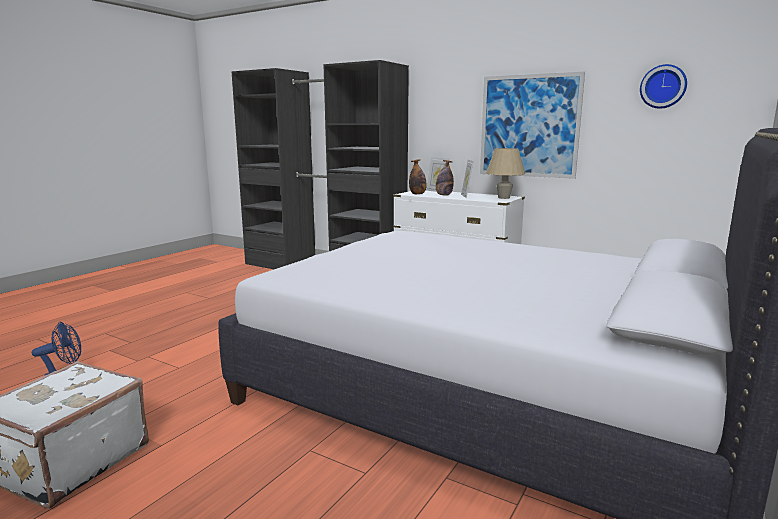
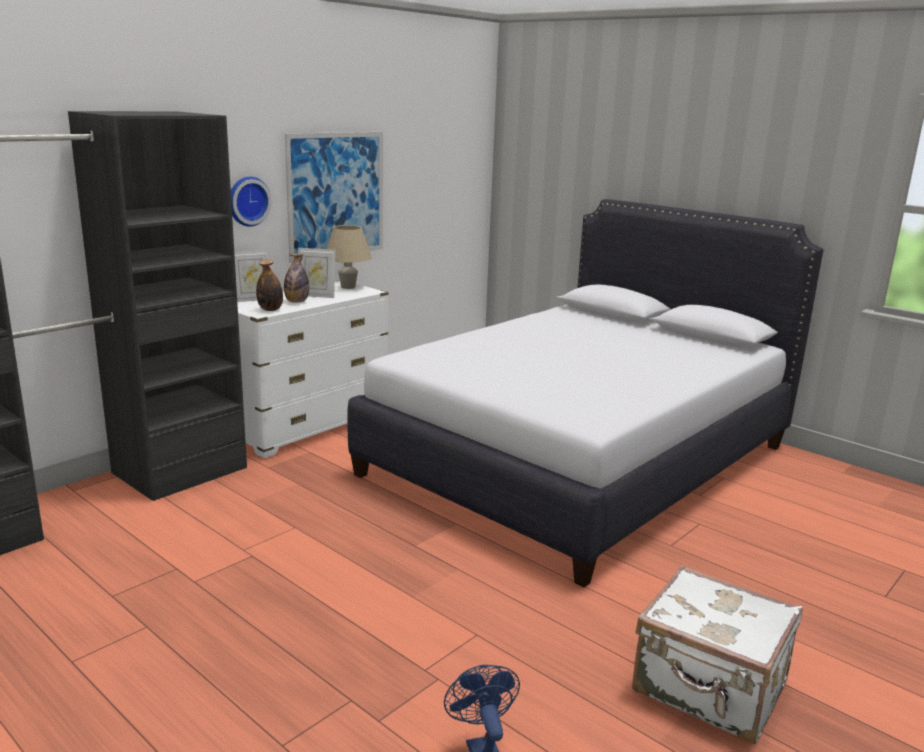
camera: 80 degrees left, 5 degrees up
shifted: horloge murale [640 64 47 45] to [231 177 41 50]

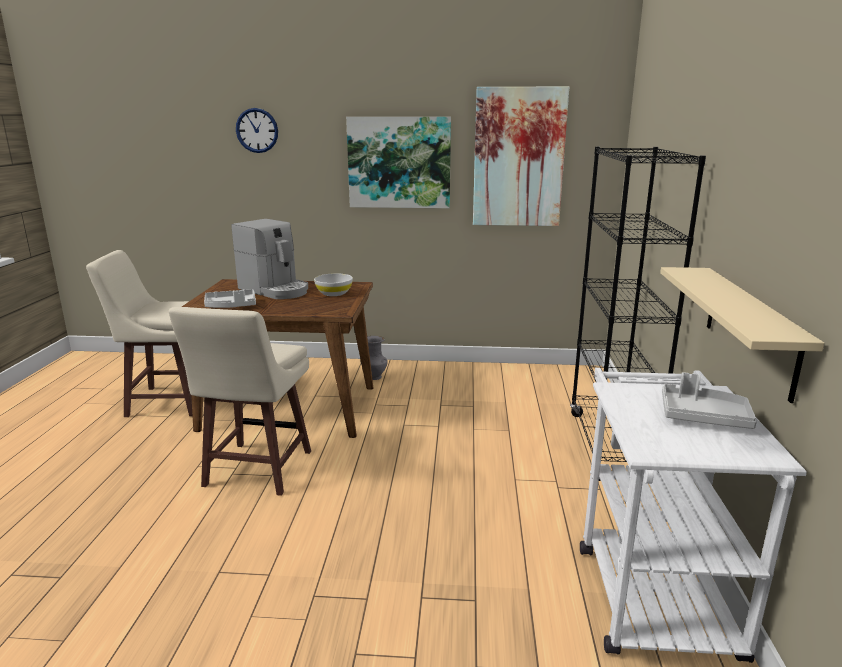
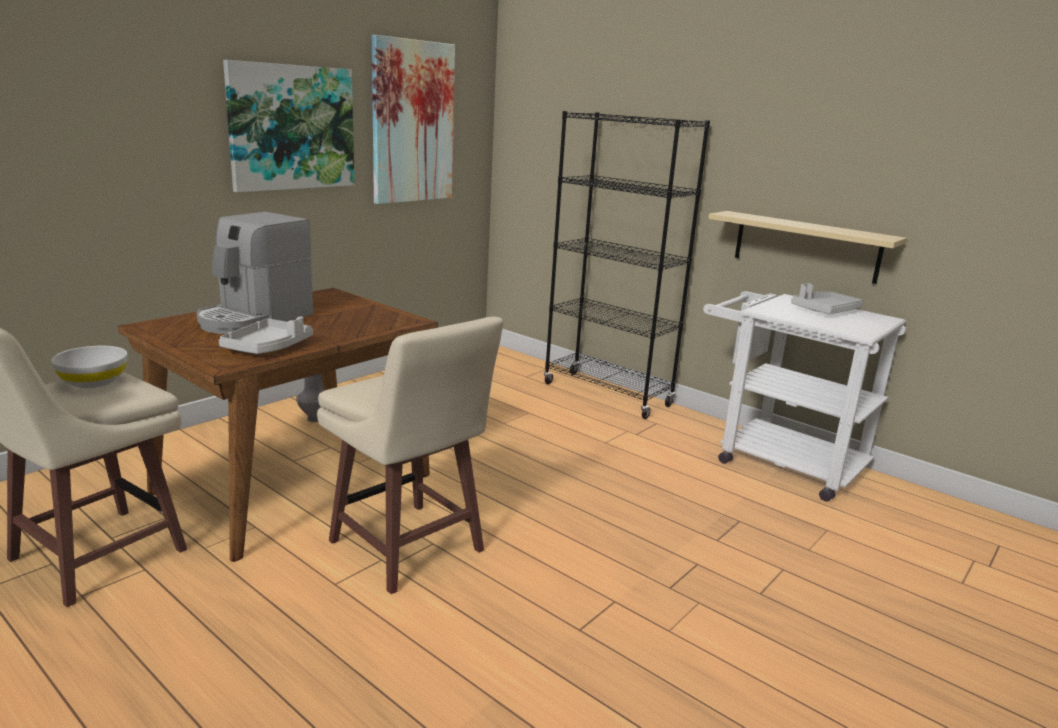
camera: 55 degrees left, 0 degrees up
gone: horloge murale [236 108 42 45]
shifted: bol [blanc] [314 273 39 23] to [51 346 77 42]
rotated: machine à café [231 219 77 80] = [197 212 116 122] 135 degrees clockwise

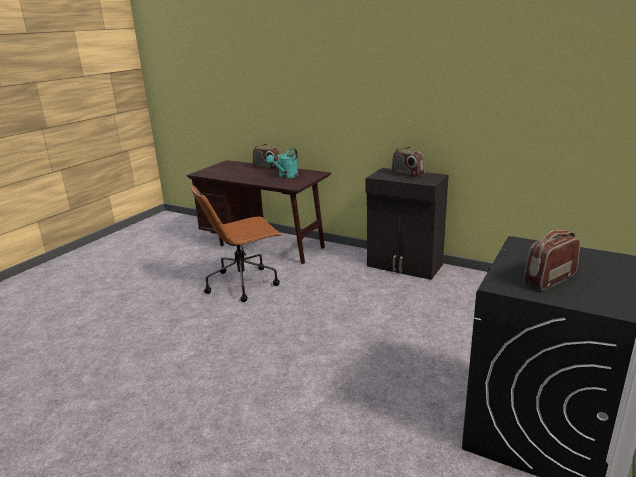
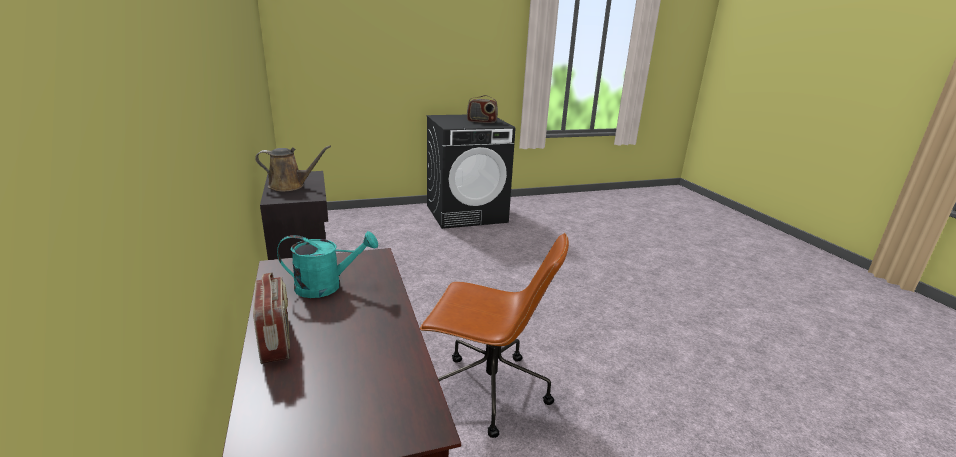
camera: 140 degrees left, 0 degrees up
swapped: radio [392 147 33 31] to arrosoir [marron] [255 145 76 46]

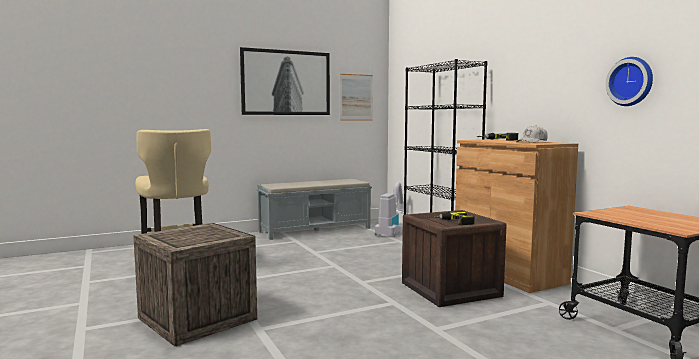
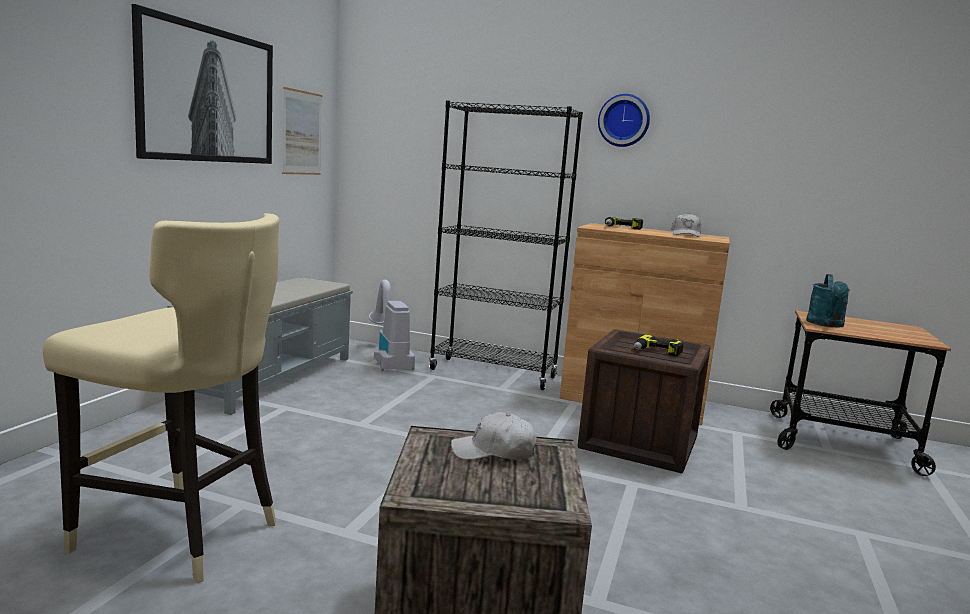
camera: 45 degrees left, 5 degrees up
new: casquette [blanc] [451 412 86 48]; arrosoir [turquoise] [806 274 44 54]
shifted: horloge murale [605 57 48 49] to [598 94 52 53]

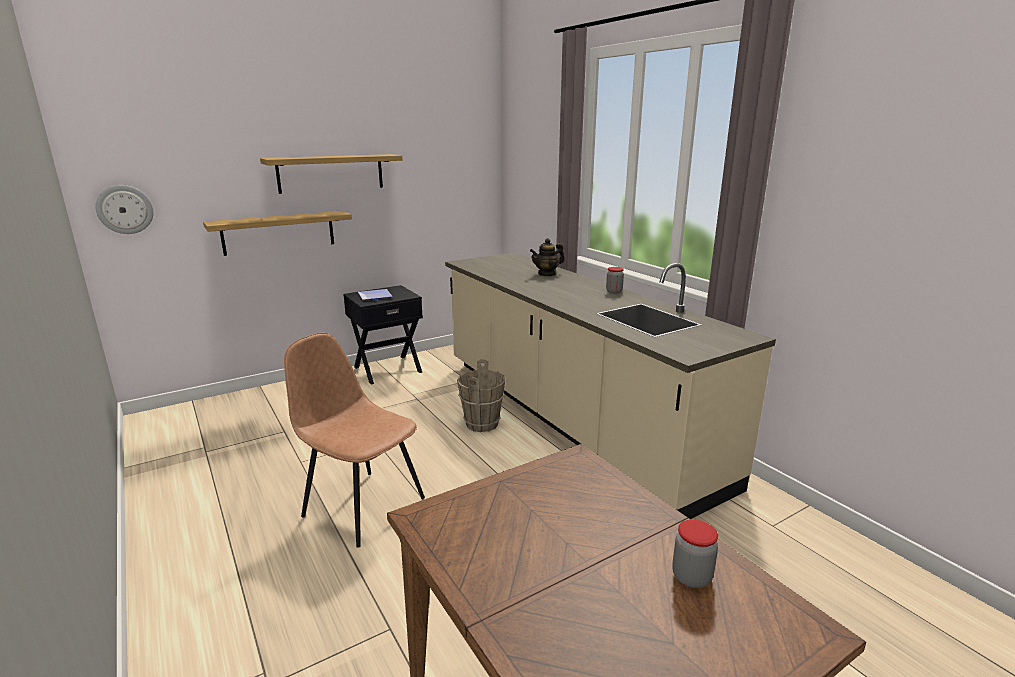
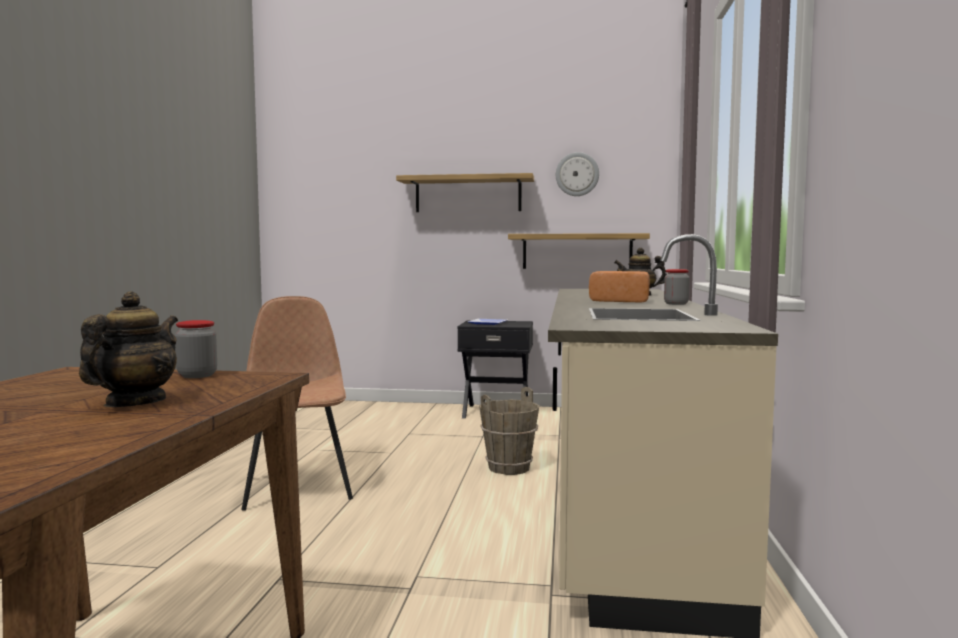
camera: 40 degrees right, 15 degrees down
new: théière [79 291 99 116]; pain [589 271 61 31]
shifted: horloge murale [96 185 58 49] to [556 152 43 44]; étagère [203 211 149 45] to [508 233 142 36]; bocal [672 520 46 68] to [175 320 42 58]

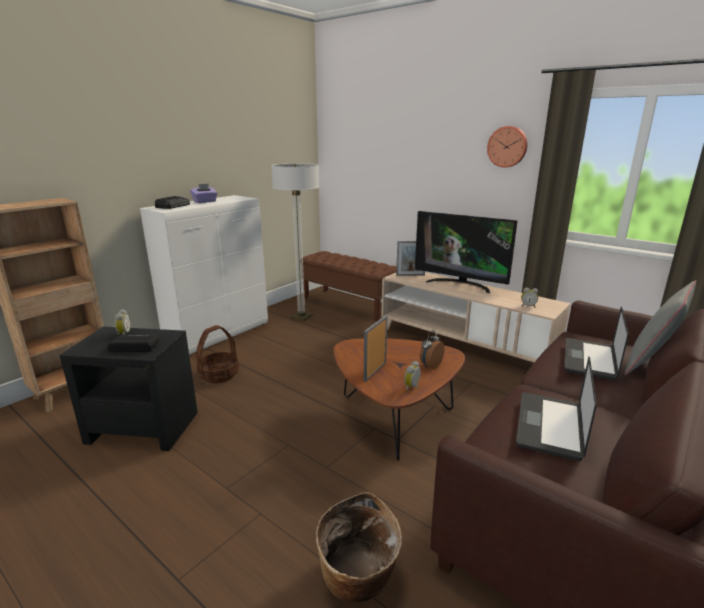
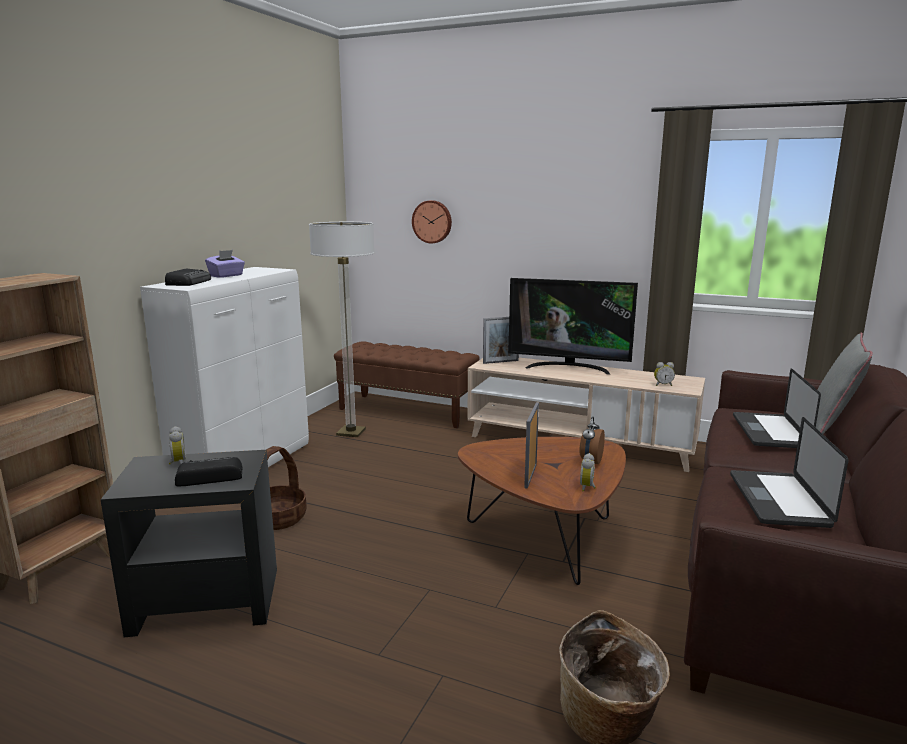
camera: 15 degrees left, 5 degrees down
shifted: horloge murale [487 126 40 42] to [412 200 40 44]

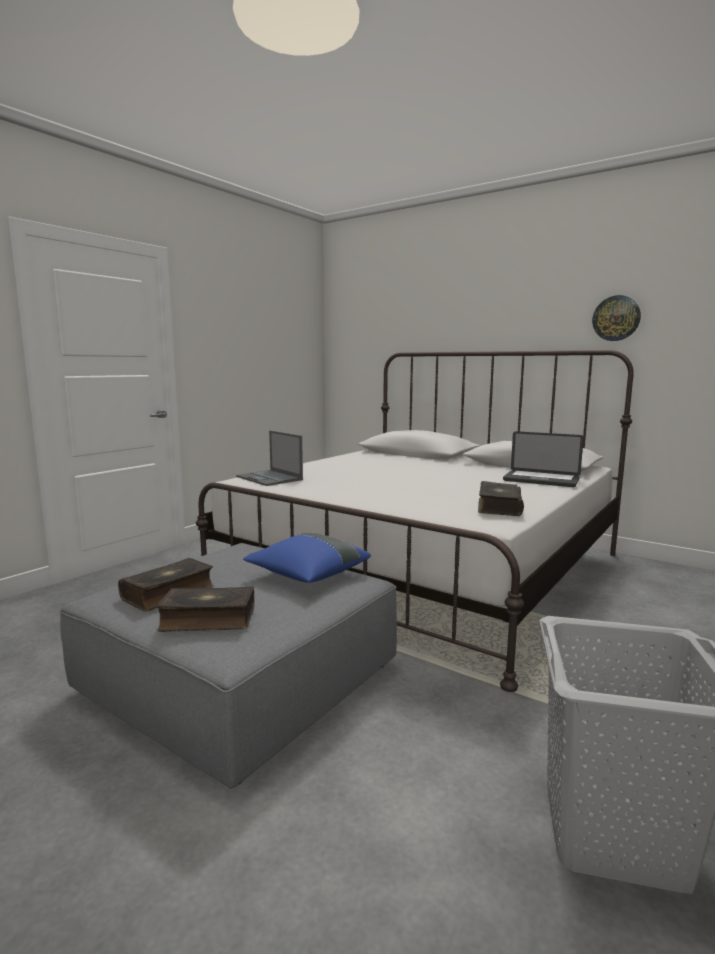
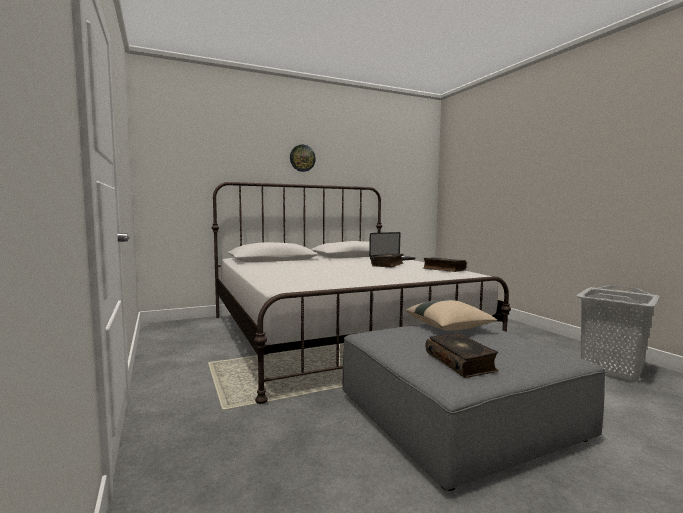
camera: 60 degrees left, 5 degrees down
gone: ordinateur portable [236 431 67 55]
shifted: livre [156 587 98 45] to [371 253 32 14]; horloge murale [592 295 49 46] to [290 145 26 27]
repainted: coussin [bleu] [243 533 128 50] to coussin [beige] [406 299 91 32]

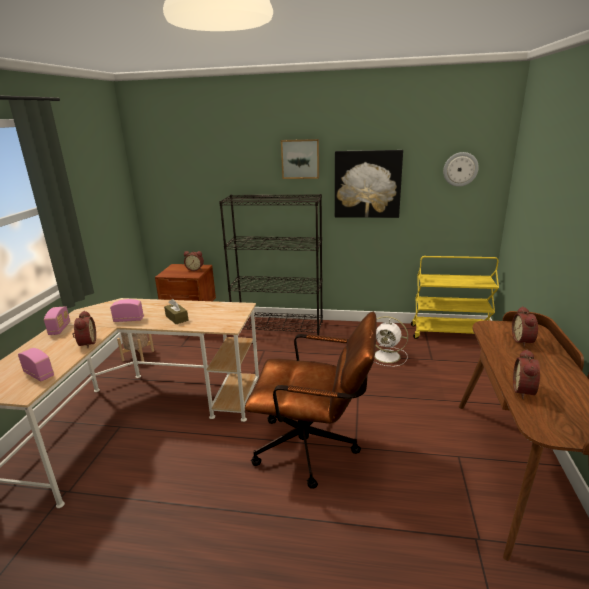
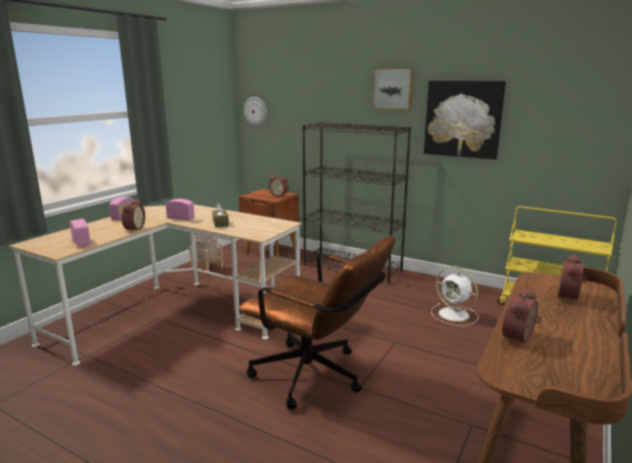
camera: 20 degrees right, 5 degrees down
shifted: horloge murale [443 152 36 35] to [244 97 23 30]

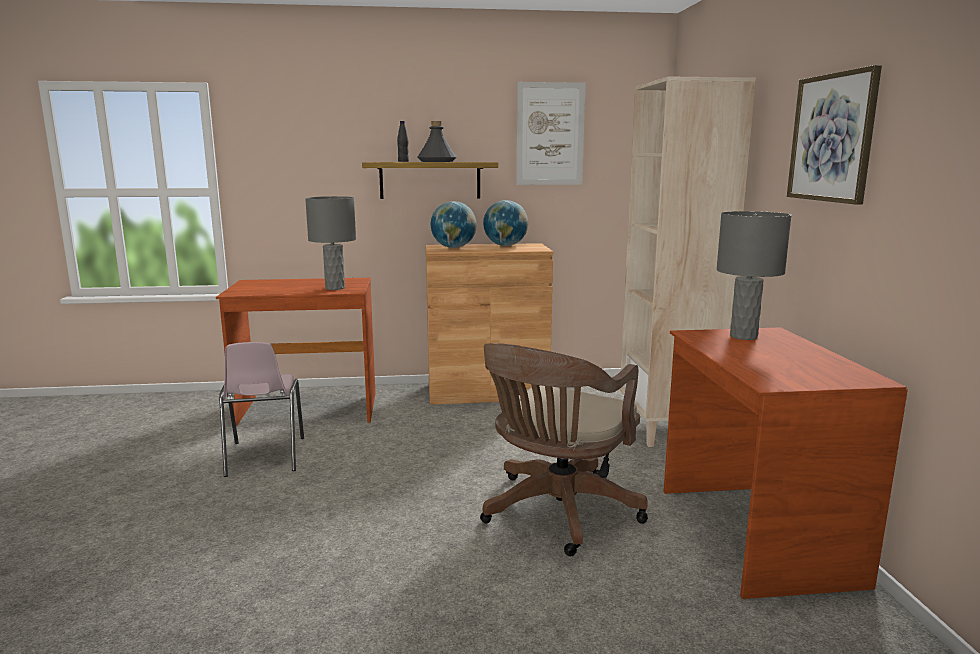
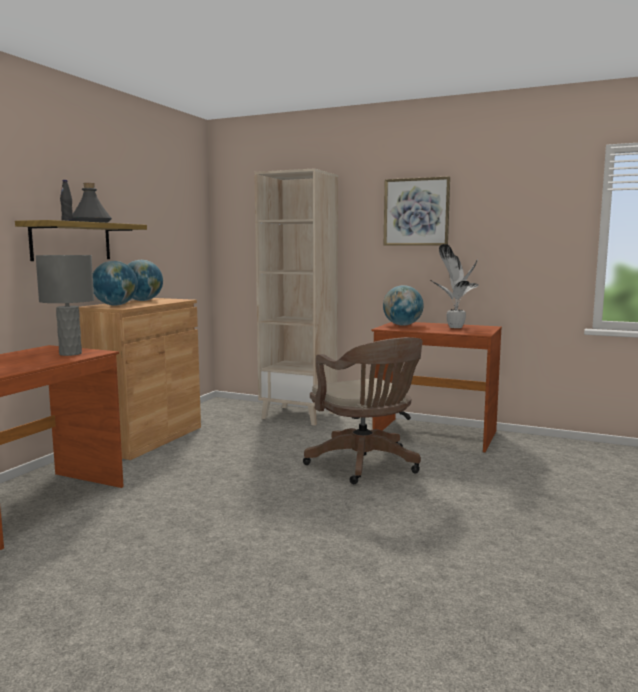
camera: 60 degrees left, 5 degrees down
gone: chaise [rose] [219 342 85 135]; tableau [516 82 70 103]
new: plante en pot [431 244 48 84]
swapped: lampe de table [gris] [716 211 76 129] to globe [383 285 41 41]

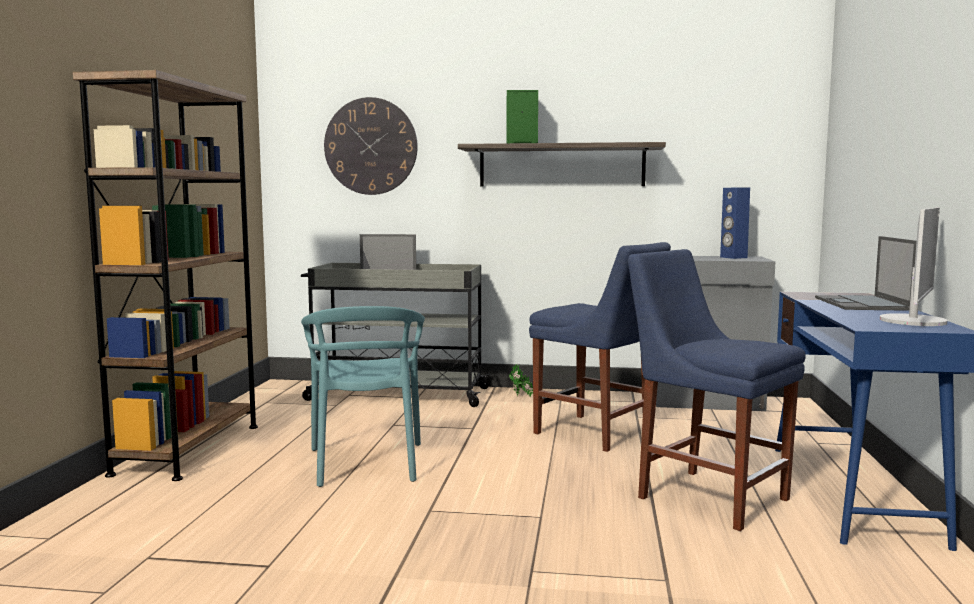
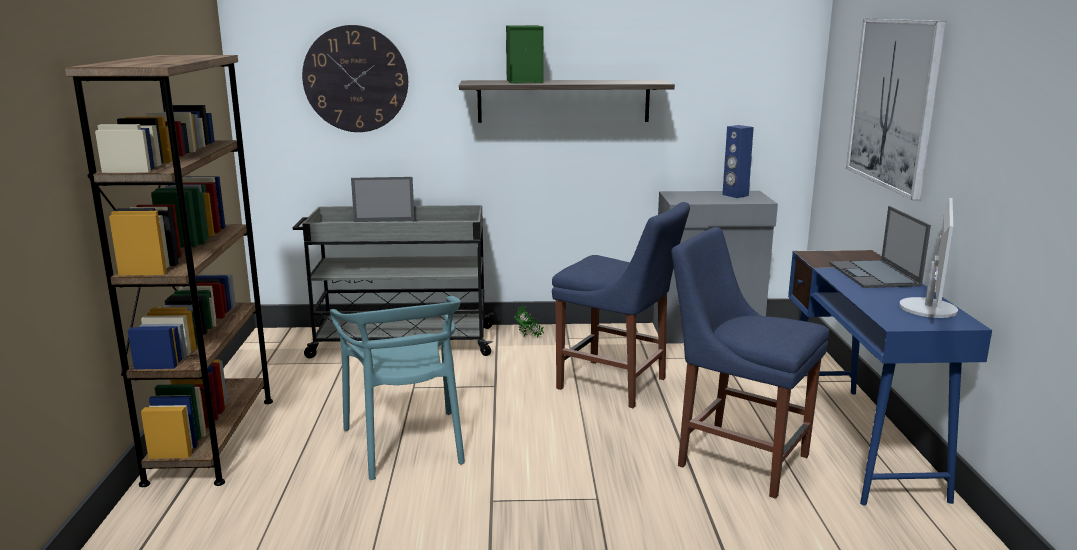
camera: 10 degrees left, 10 degrees up
new: tableau [846 19 100 181]

